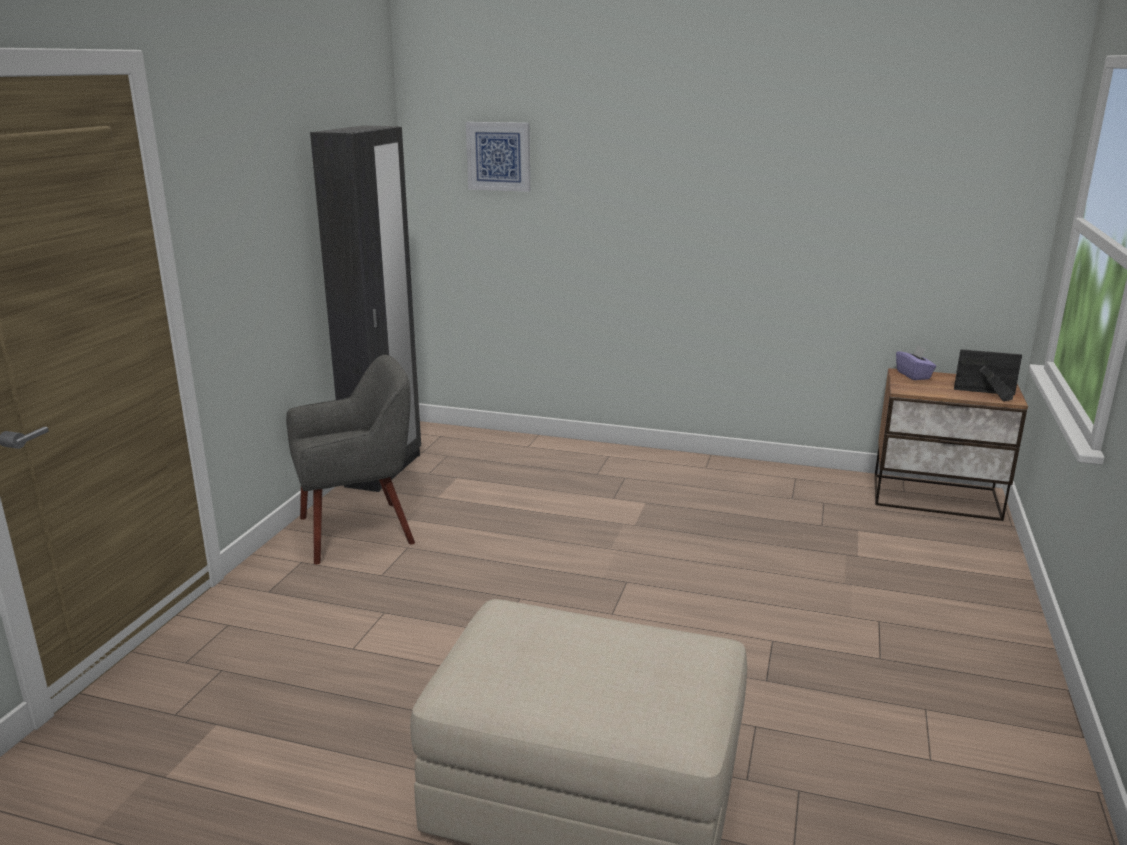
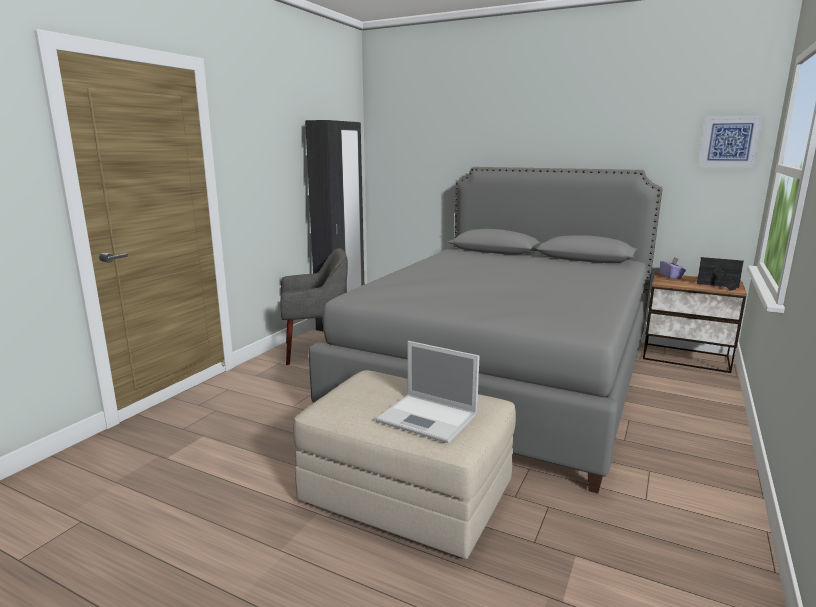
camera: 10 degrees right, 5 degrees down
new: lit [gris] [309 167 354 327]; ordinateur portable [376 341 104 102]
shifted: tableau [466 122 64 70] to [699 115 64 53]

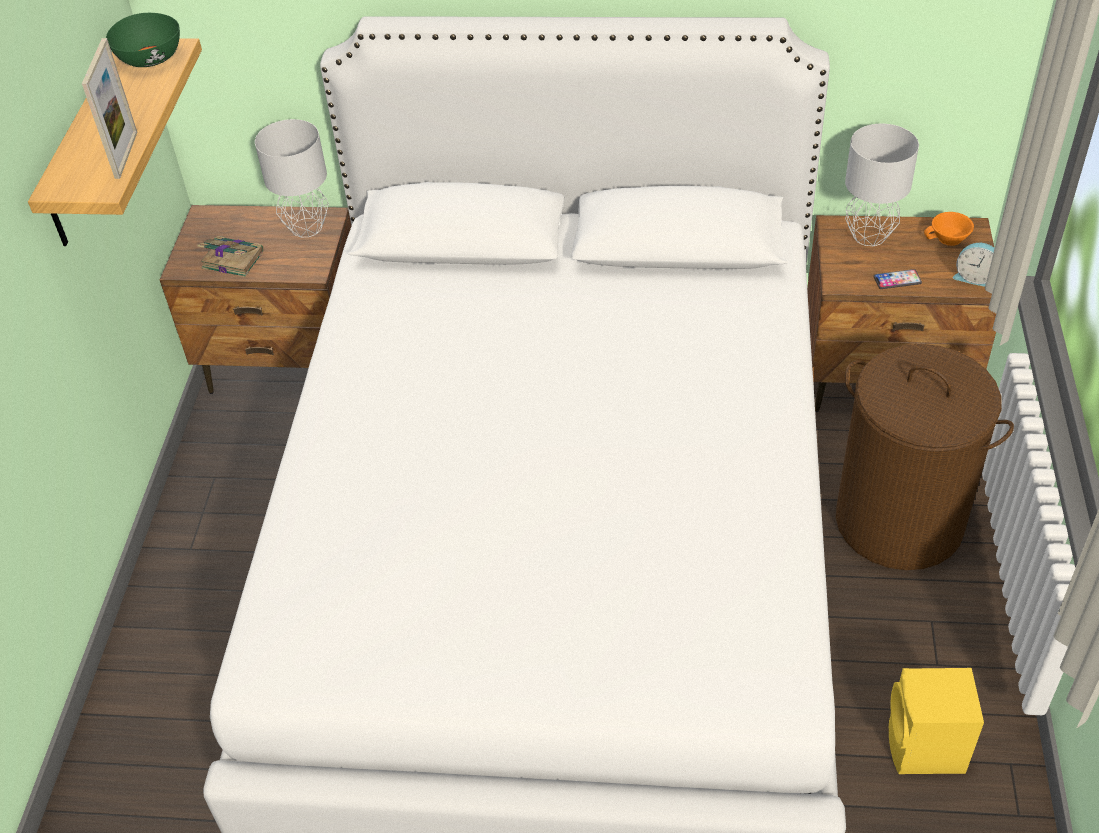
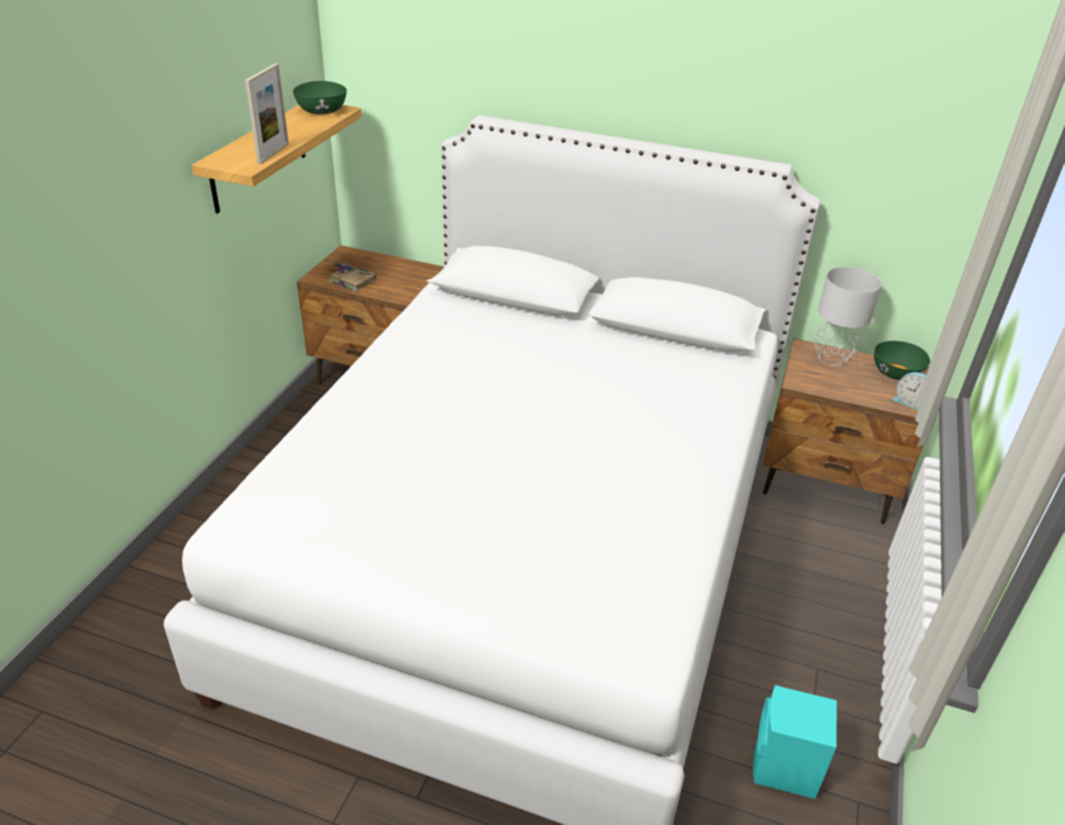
camera: 10 degrees right, 10 degrees down
gone: lampe de table [gris] [255 119 74 118]; panier à linge [marron] [836 344 178 226]; téléphone [874 269 48 20]
swapped: tasse [orange] [924 212 50 34] to bol [vert] [874 341 56 39]
repainted: enceinte [jaune] [889 668 95 106] to enceinte [turquoise] [753 685 84 114]

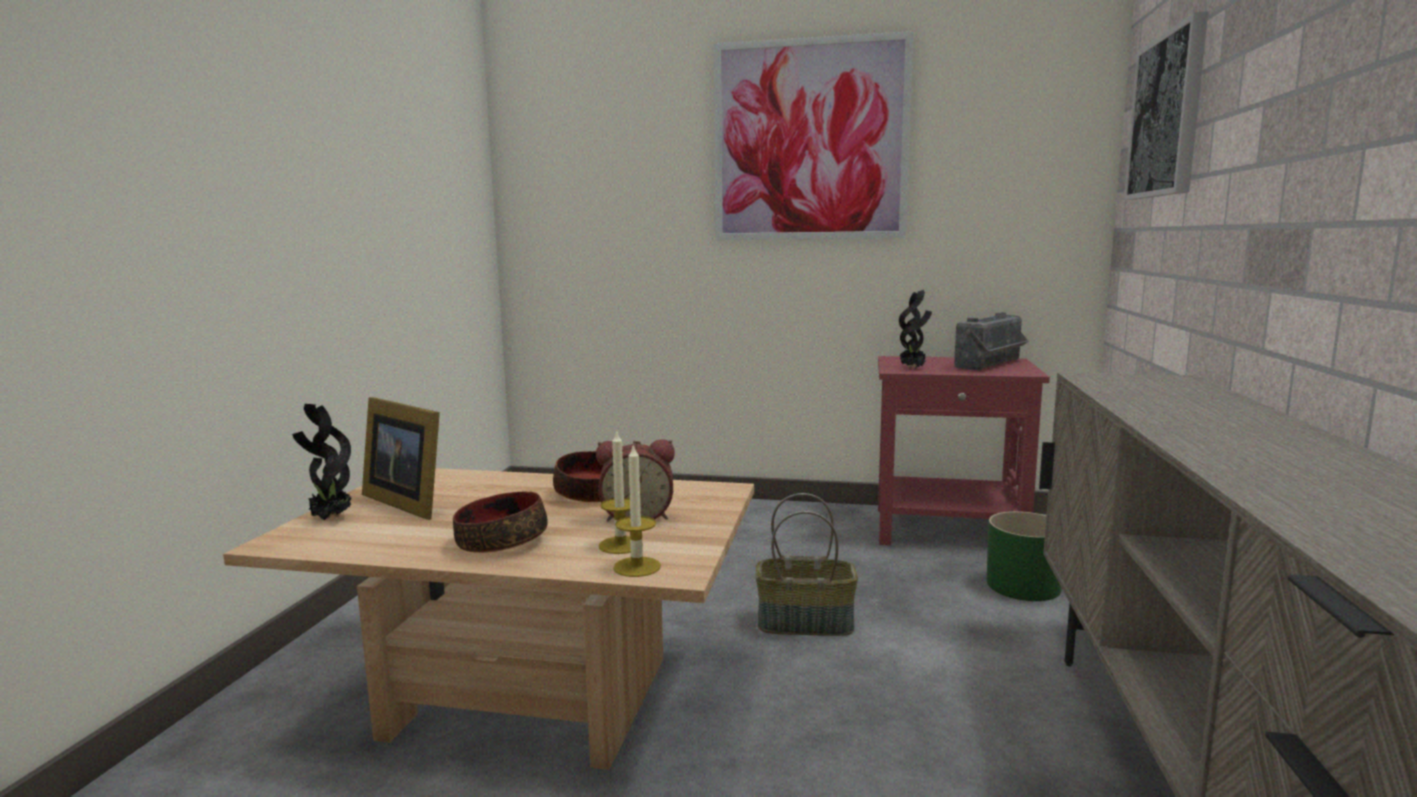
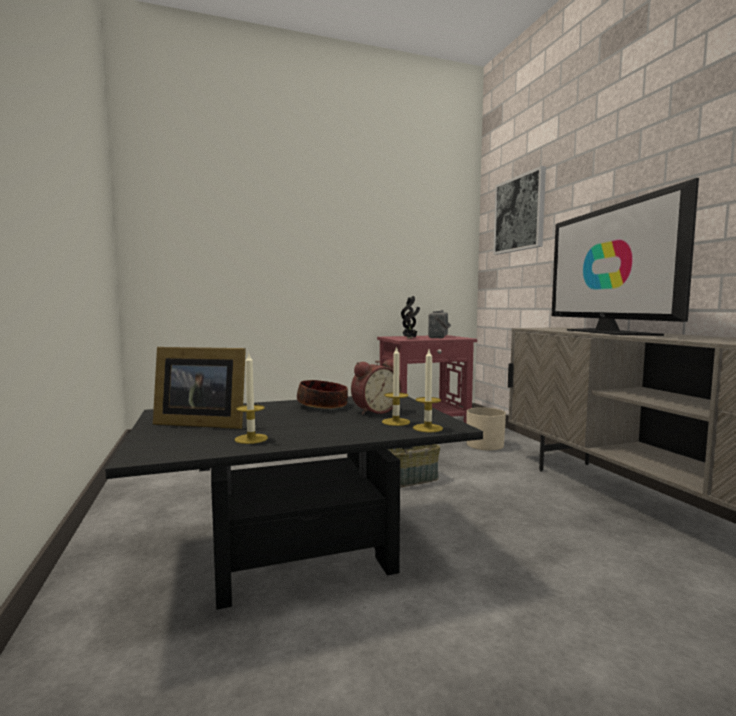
camera: 30 degrees left, 5 degrees down
gone: plante en pot [292 404 60 117]; bol [453 491 95 62]; tableau [714 31 199 209]
new: bougie [235 354 33 90]; téléviseur [552 178 147 158]
repainted: table basse [beige] [223 468 531 302] to table basse [noir] [105 396 378 214]; cache-pot [vert] [987 511 75 90] to cache-pot [beige] [467 407 39 44]

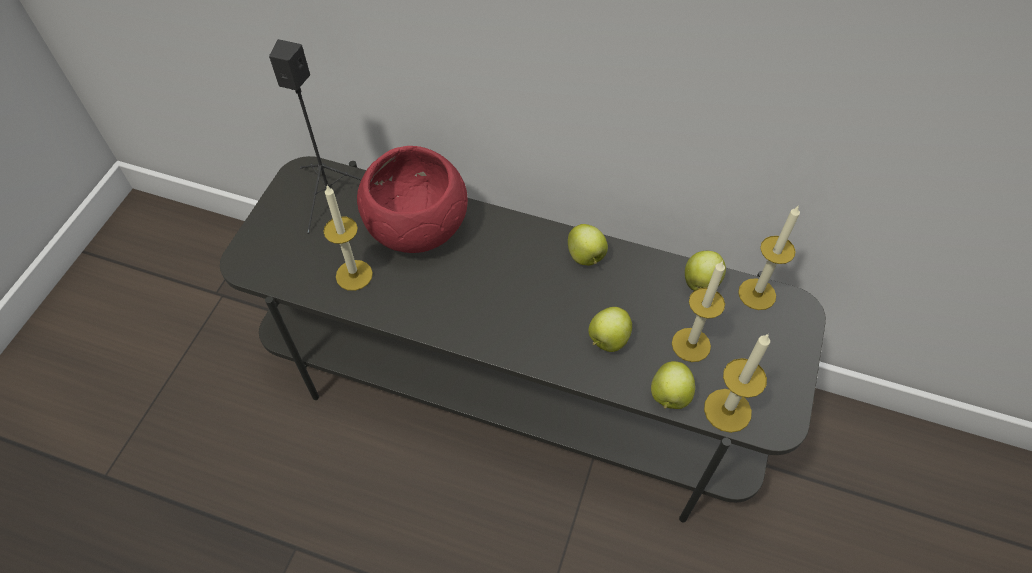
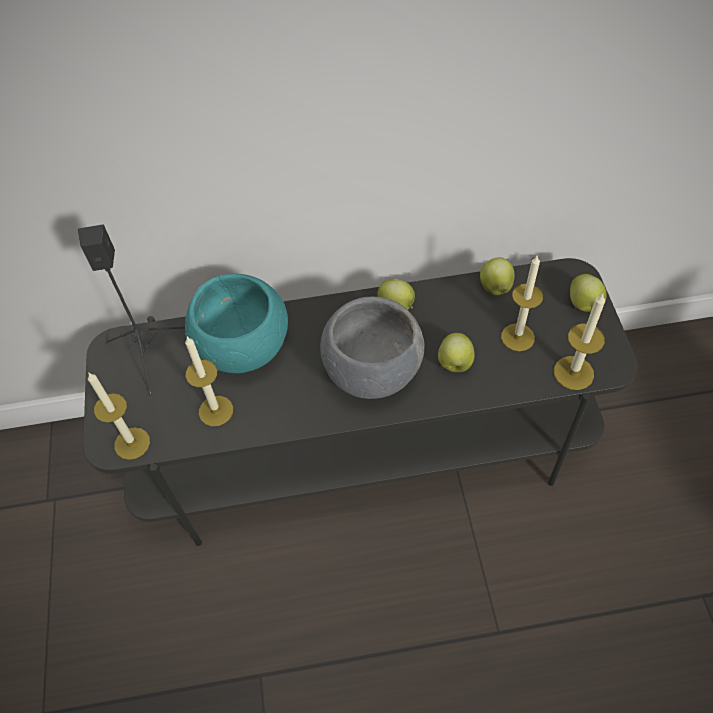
camera: 25 degrees left, 0 degrees up
new: bol [gris] [320 297 105 102]
shifted: pomme [651 361 44 48] to [570 274 37 38]; bougie [738 205 62 105] to [88 372 62 88]
repainted: bol [rouge] [357 146 111 107] to bol [turquoise] [185 274 103 99]

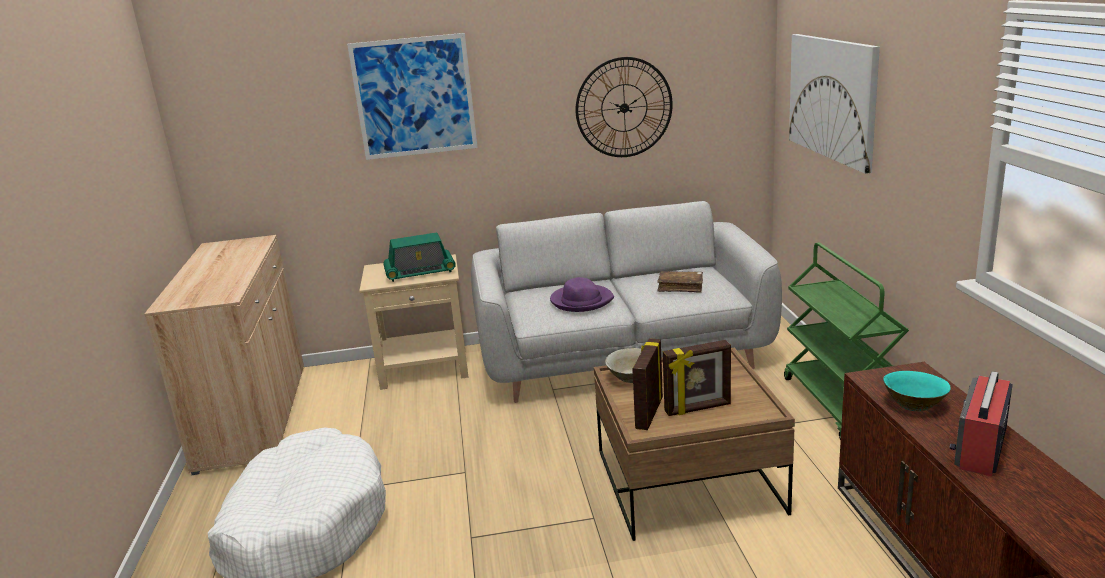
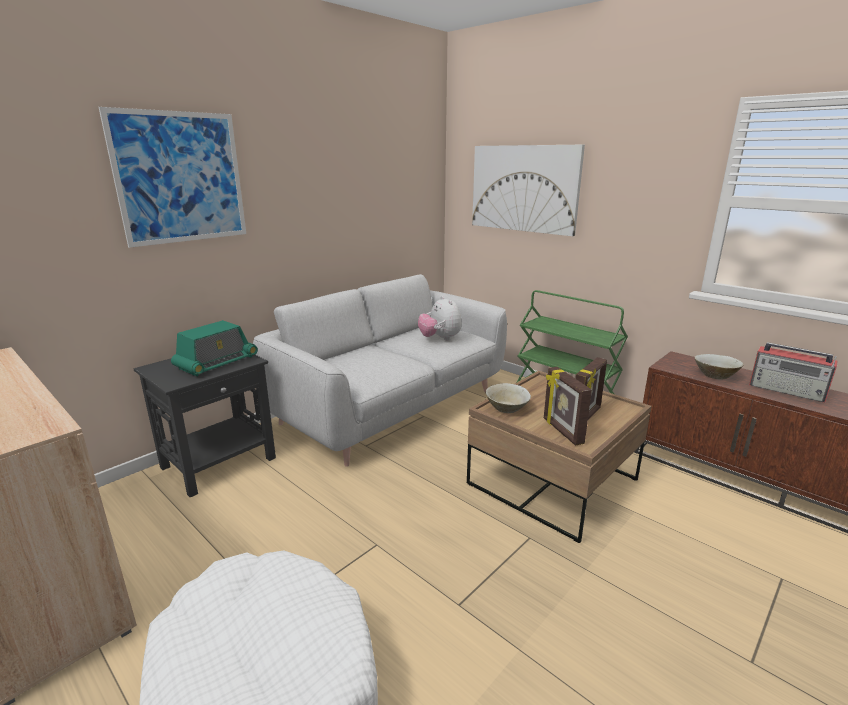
camera: 40 degrees left, 0 degrees up
gone: chapeau [violet] [550 277 64 35]; horloge murale [576 57 97 100]
swapped: livre [marron] [657 271 46 22] to peluche [418 296 44 45]
repainted: table d'appoint [beige] [359 254 110 136] to table d'appoint [noir] [134 355 142 143]; bol [turquoise] [883 371 68 40] to bol [beige] [695 354 49 26]
rotated: radio [950 371 63 105] = [749 342 89 61] 45 degrees counterclockwise

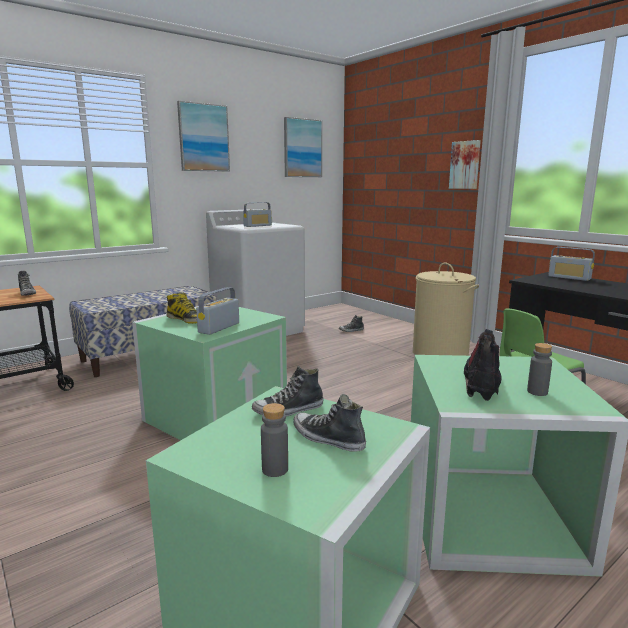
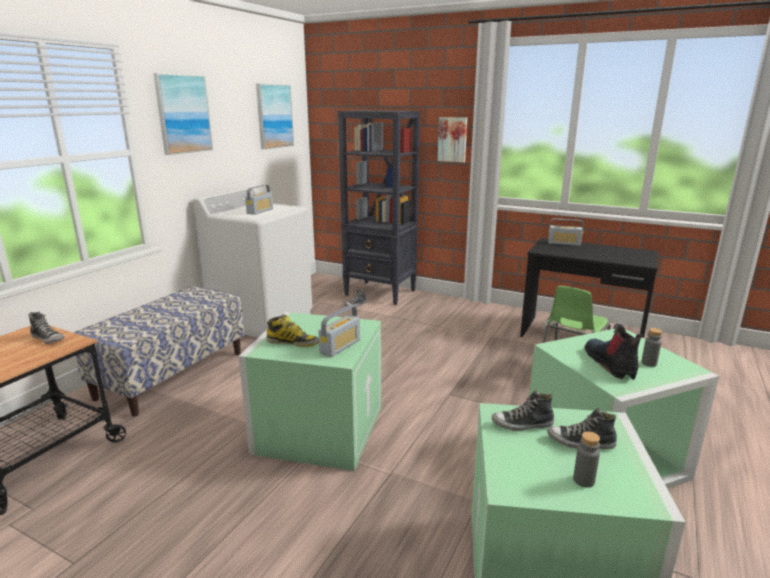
camera: 25 degrees left, 5 degrees up
gone: panier à linge [beige] [413 263 66 93]
new: bibliothèque [noir] [338 110 82 195]
rotated: radio [196 287 43 48] = [318 305 42 52] 150 degrees counterclockwise; chaussure [252 366 72 51] = [492 390 62 41] 45 degrees clockwise

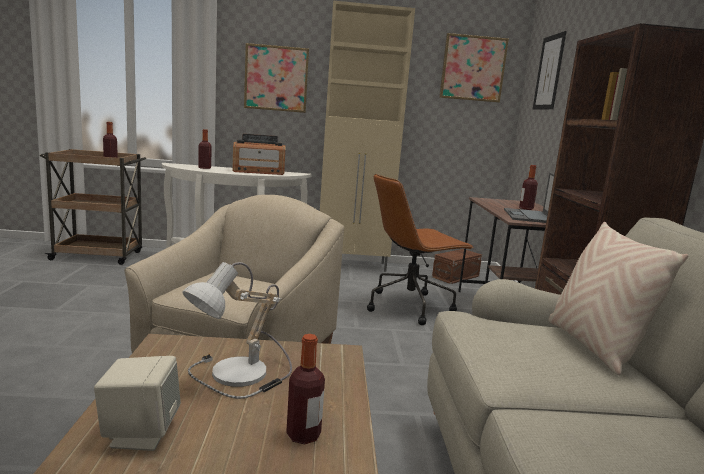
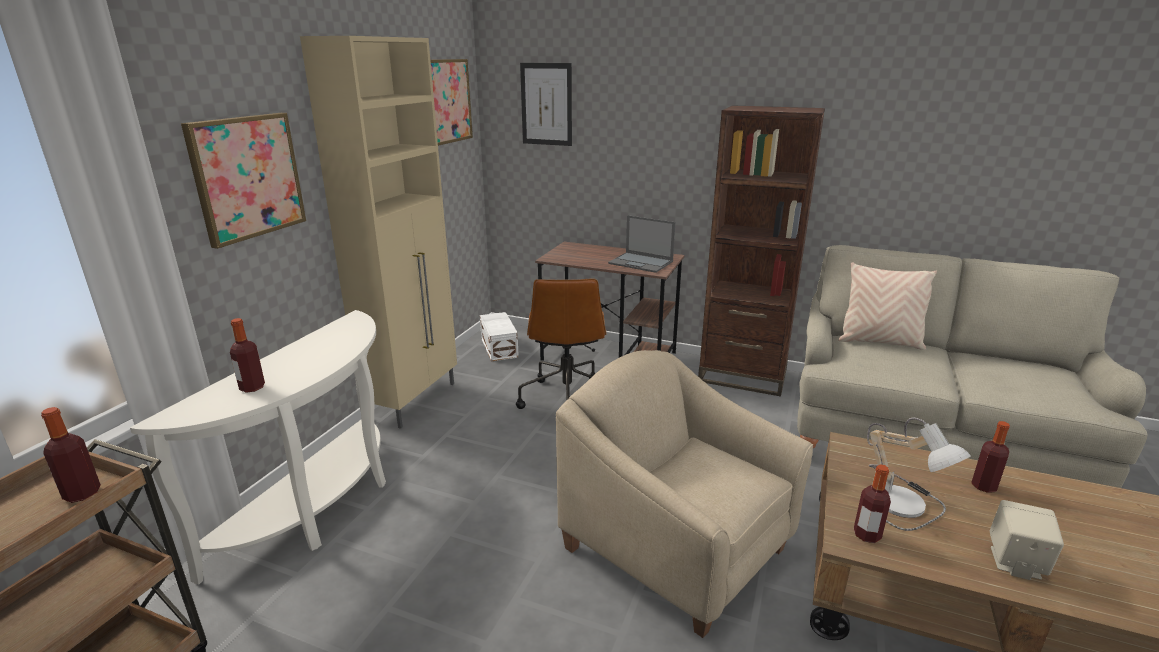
camera: 65 degrees left, 10 degrees up
gone: radio [232 134 53 41]
shifted: bouteille [519 165 19 45] to [854 465 37 78]
repainted: boîte de rangement [marron] [432 249 50 35] to boîte de rangement [blanc] [480 312 39 49]

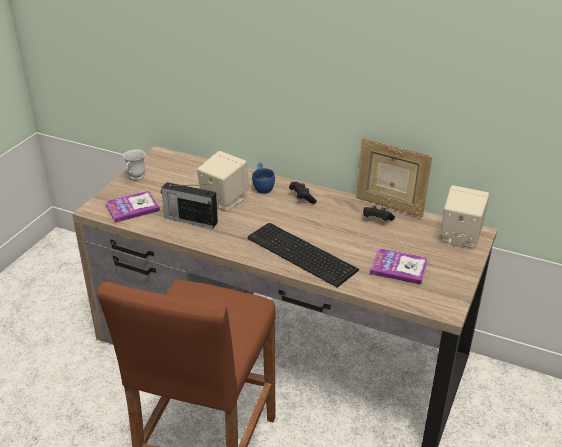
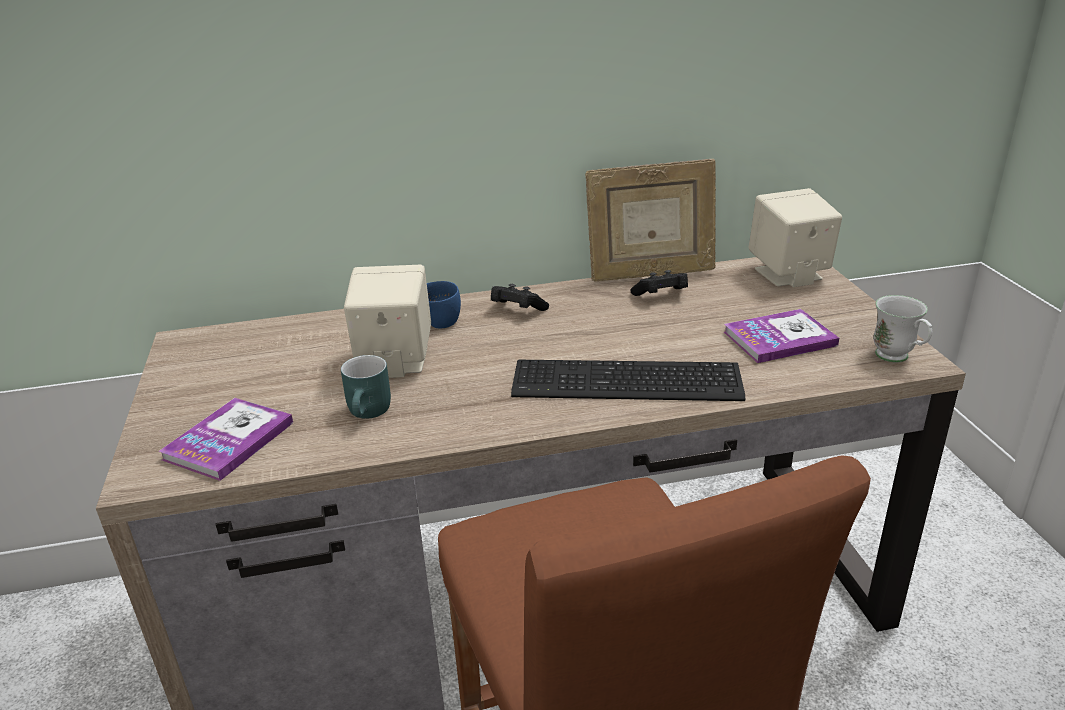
camera: 35 degrees left, 5 degrees down
shifted: mug [blanc] [123 149 22 31] to [873 295 59 67]
swapped: radio [161 182 57 47] to mug [turquoise] [341 355 50 64]

